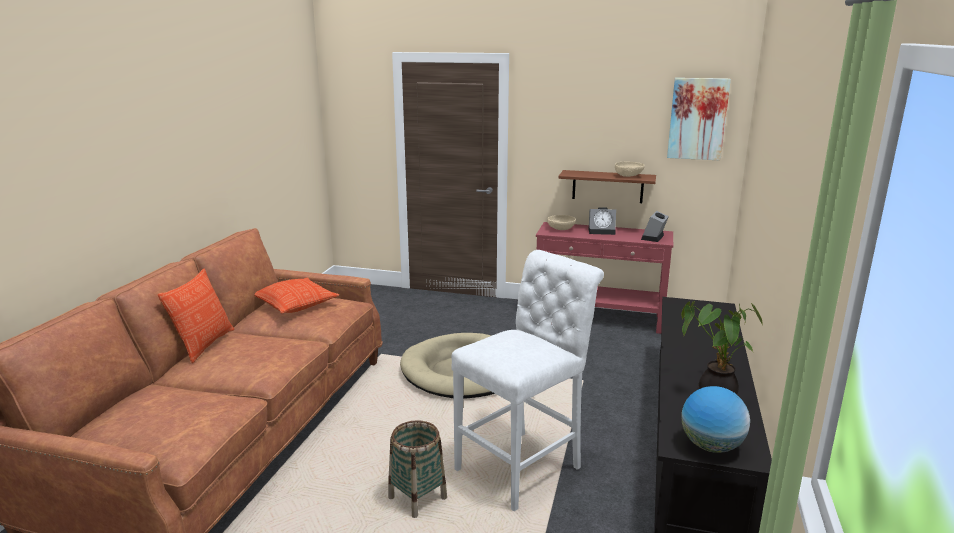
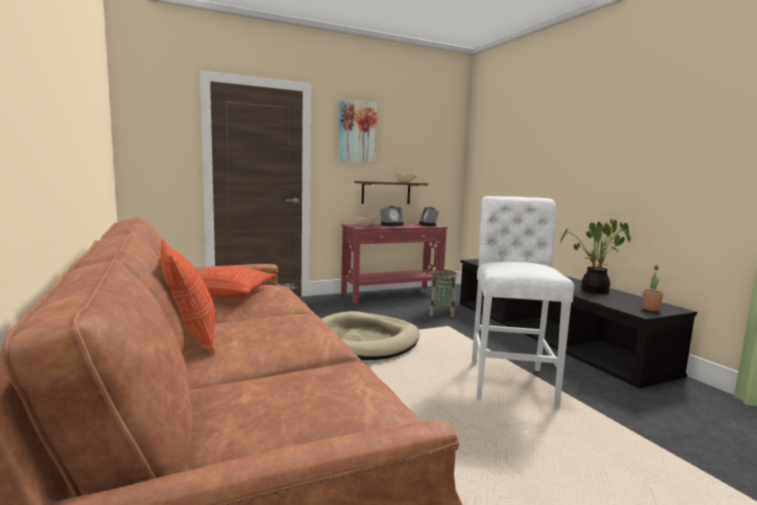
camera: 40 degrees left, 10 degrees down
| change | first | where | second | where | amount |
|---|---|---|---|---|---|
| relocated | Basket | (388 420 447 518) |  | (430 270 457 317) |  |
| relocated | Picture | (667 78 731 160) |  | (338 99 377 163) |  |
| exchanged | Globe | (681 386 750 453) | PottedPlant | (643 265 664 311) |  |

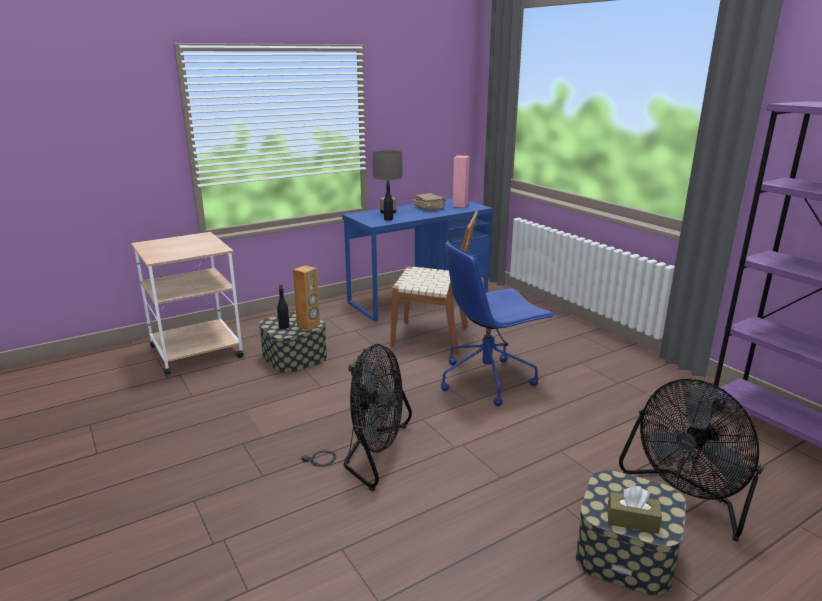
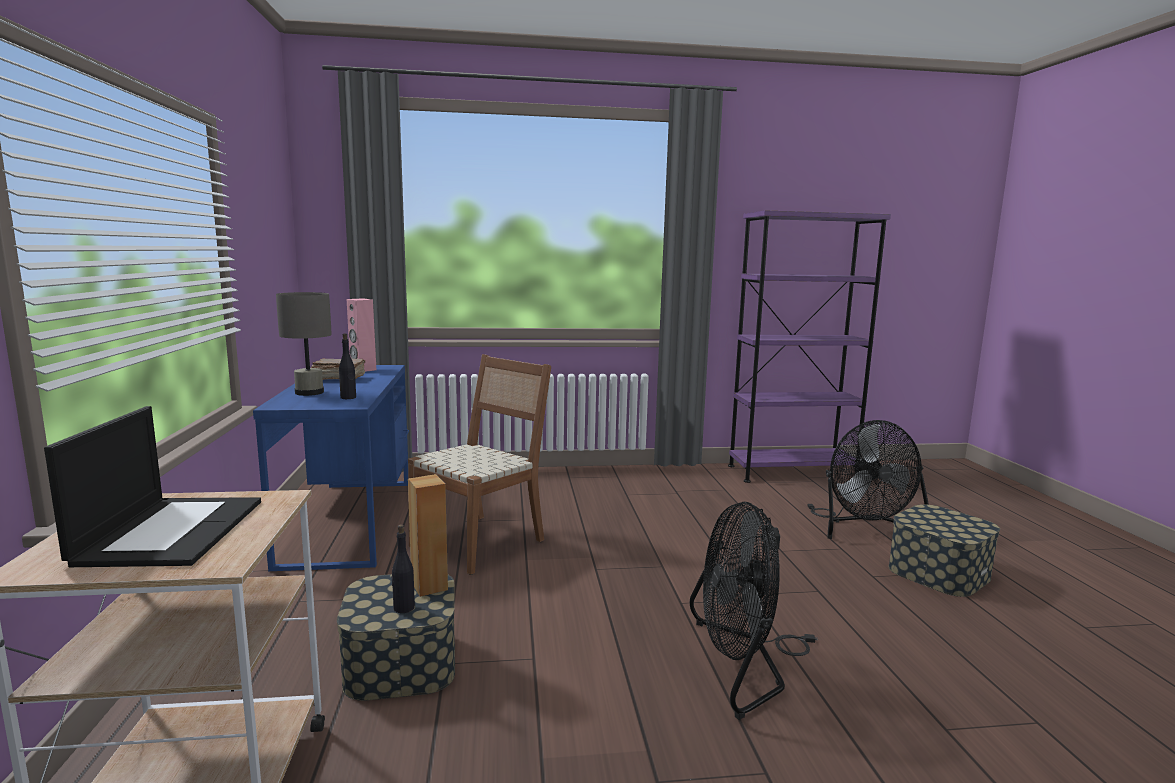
camera: 65 degrees left, 10 degrees down
| change | first | where | second | where | amount |
|---|---|---|---|---|---|
| missing | BlueOfficeChair | (441 240 555 406) |  |  |  |
| missing | BrownTissueBox | (608 486 662 534) |  |  |  |
| appeared |  |  | Laptop | (44 406 261 567) |  |
| spun | BlackFan | (301 344 412 491) |  | (690 502 818 720) | 135 degrees counterclockwise |

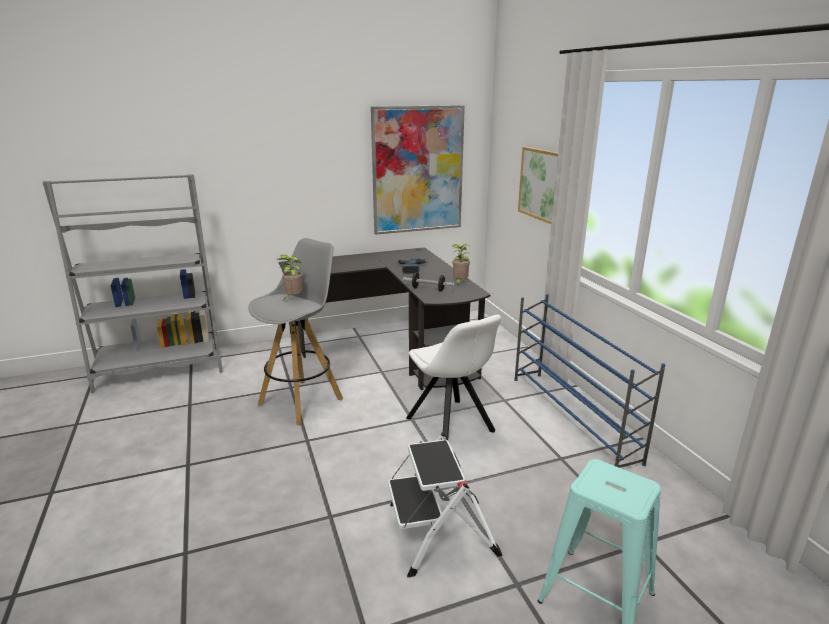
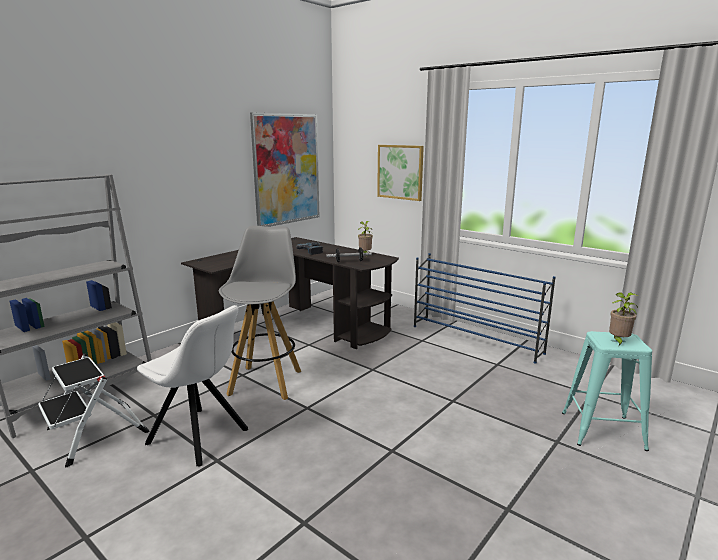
camera: 30 degrees left, 5 degrees down
| change | first | where | second | where | amount |
|---|---|---|---|---|---|
| relocated | PottedPlant | (277 255 303 300) |  | (609 292 638 346) |  |
| relocated | StepLadder | (388 433 502 578) |  | (38 353 150 468) |  |
| relocated | WhiteChair | (406 315 501 440) |  | (137 305 248 467) |  |

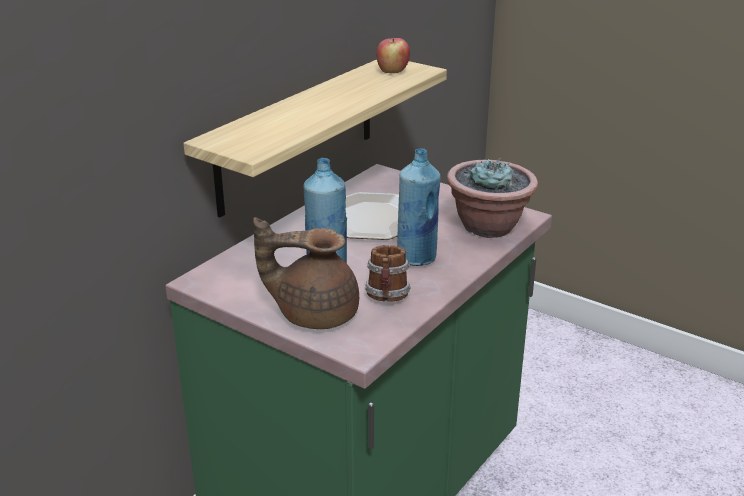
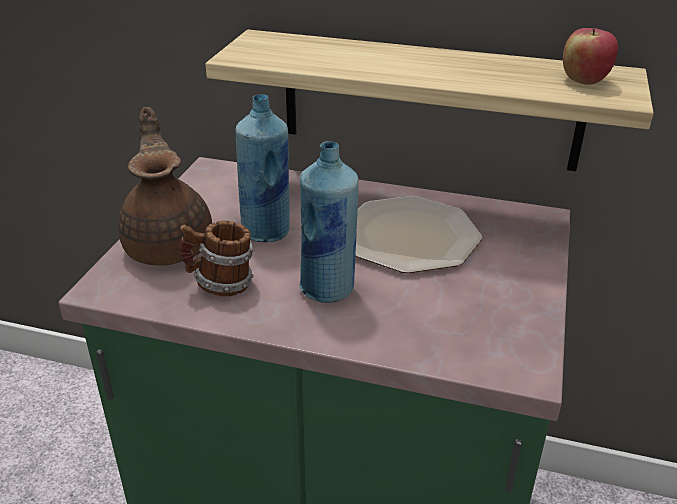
camera: 70 degrees right, 5 degrees up
| change | first | where | second | where | amount |
|---|---|---|---|---|---|
| missing | PottedPlant | (447 158 538 238) |  |  |  |

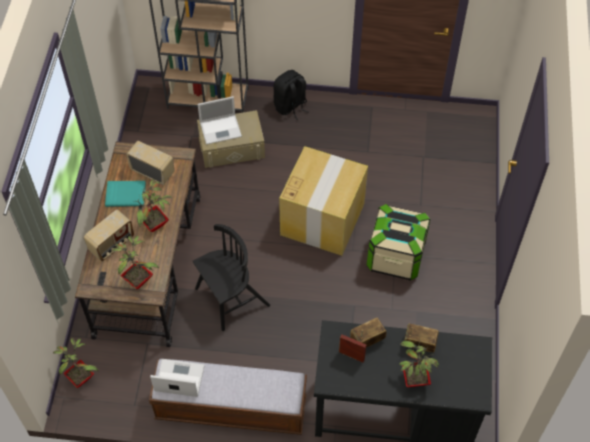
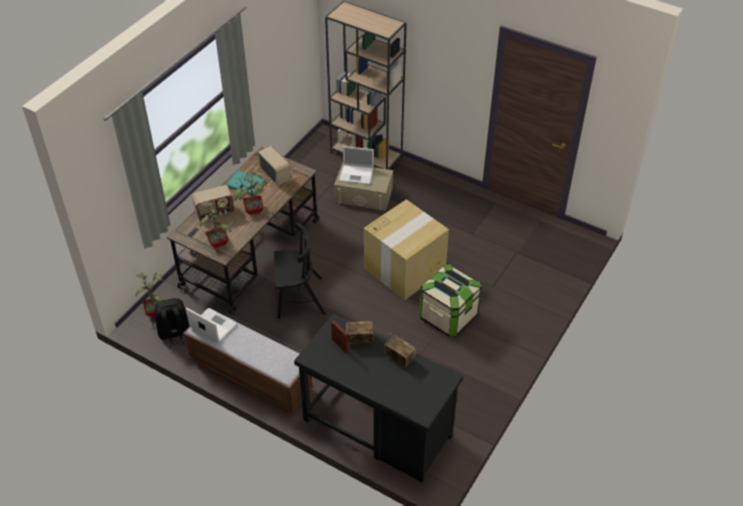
camera: 25 degrees right, 10 degrees down
| change | first | where | second | where | amount |
|---|---|---|---|---|---|
| missing | PottedPlant | (399 340 439 387) |  |  |  |
| relocated | BlackBackpack | (274 70 309 120) |  | (155 298 189 348) |  |

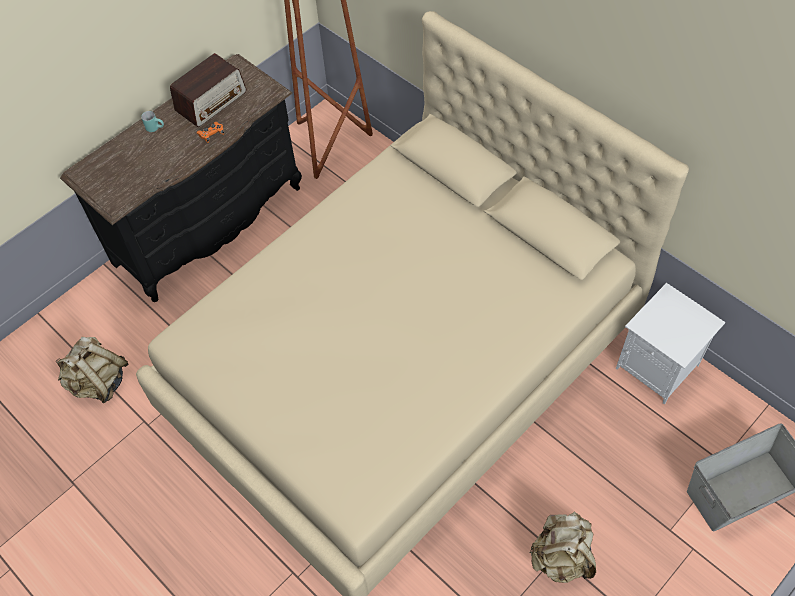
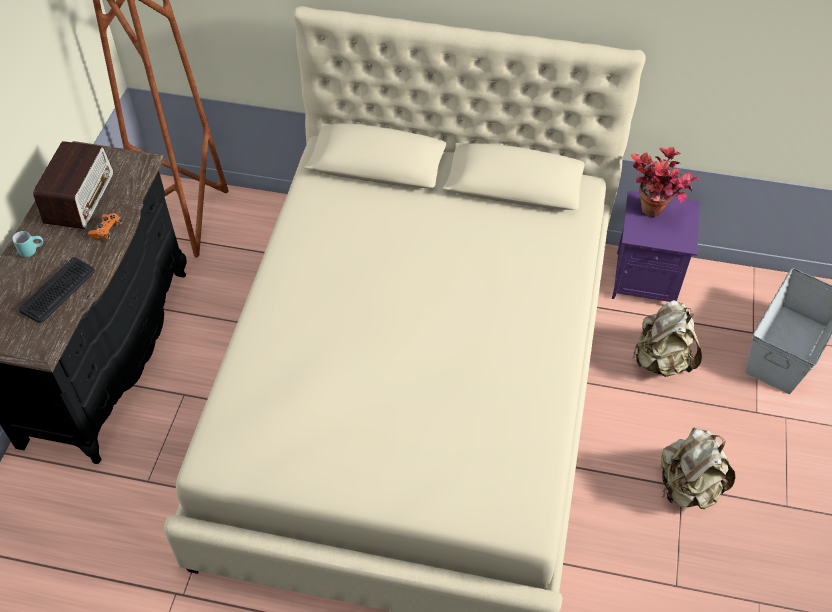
camera: 35 degrees left, 5 degrees down
| change | first | where | second | where | amount |
|---|---|---|---|---|---|
| appeared |  |  | Keyboard | (19 257 95 323) |  |
| appeared |  |  | PottedPlant | (631 147 699 217) |  |
| relocated | BeigeBackpack | (56 337 129 403) |  | (633 300 702 377) |  |
| colour | WhiteNightstand | (616 283 726 404) | PurpleNightstand | (612 191 700 302) |  |

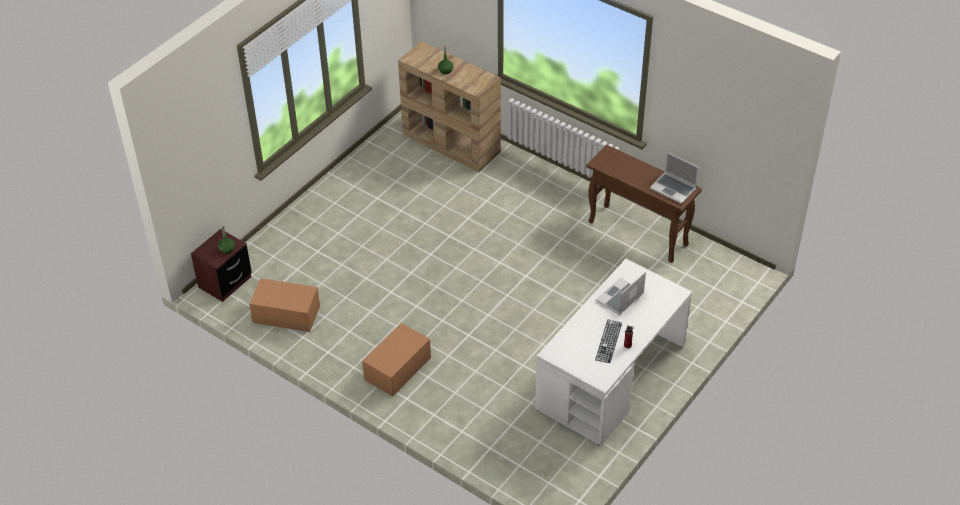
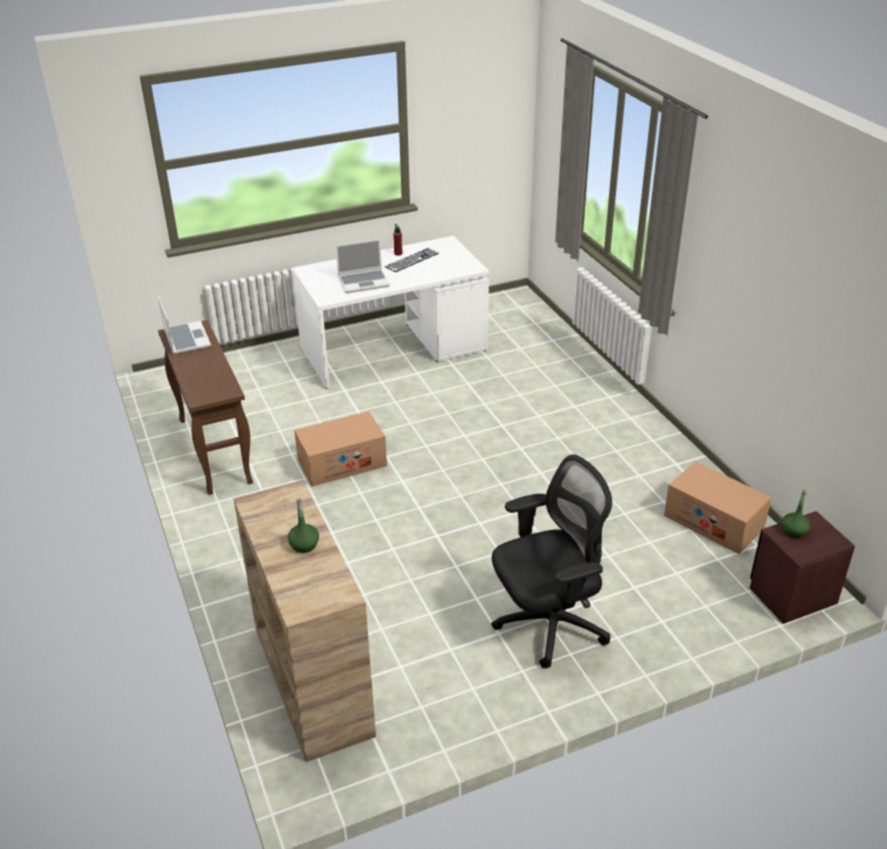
camera: 150 degrees left, 10 degrees down
| change | first | where | second | where | amount |
|---|---|---|---|---|---|
| appeared |  |  | BlackOfficeChair | (491 455 612 668) |  |
| relocated | CardboardBox | (362 323 431 397) |  | (294 411 387 487) |  |

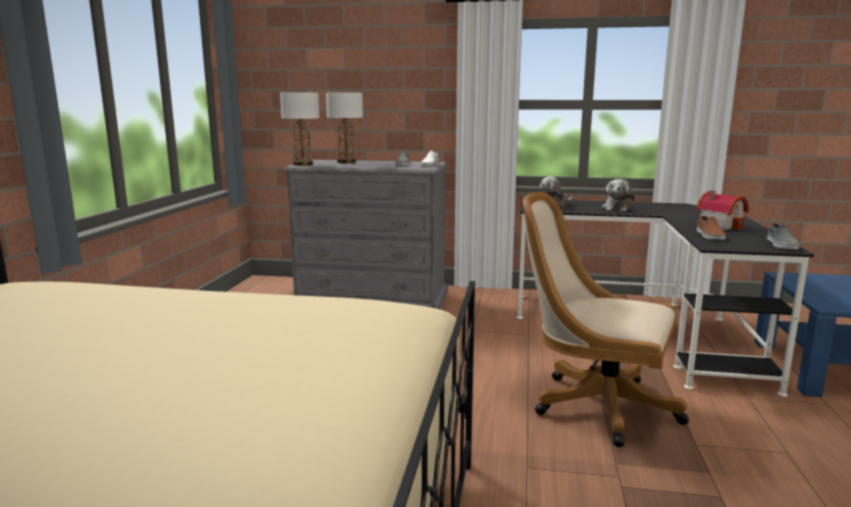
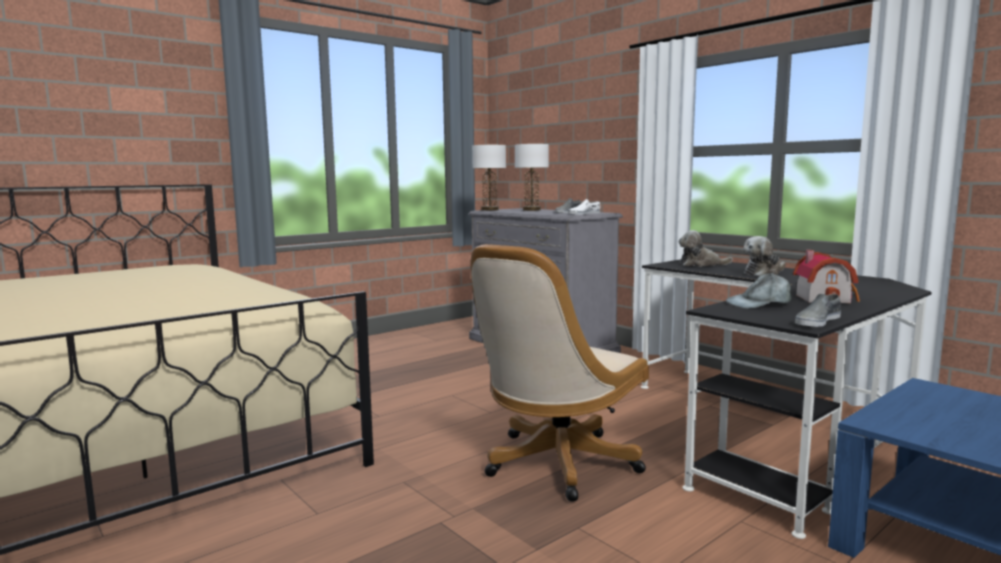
camera: 40 degrees right, 5 degrees down
| change | first | where | second | where | amount |
|---|---|---|---|---|---|
| exchanged | BrownShoe | (697 216 726 240) | GreyCap | (726 273 792 309) |  |
| spun | OfficeChair | (523 192 689 447) |  | (471 244 649 502) | 120 degrees counterclockwise |

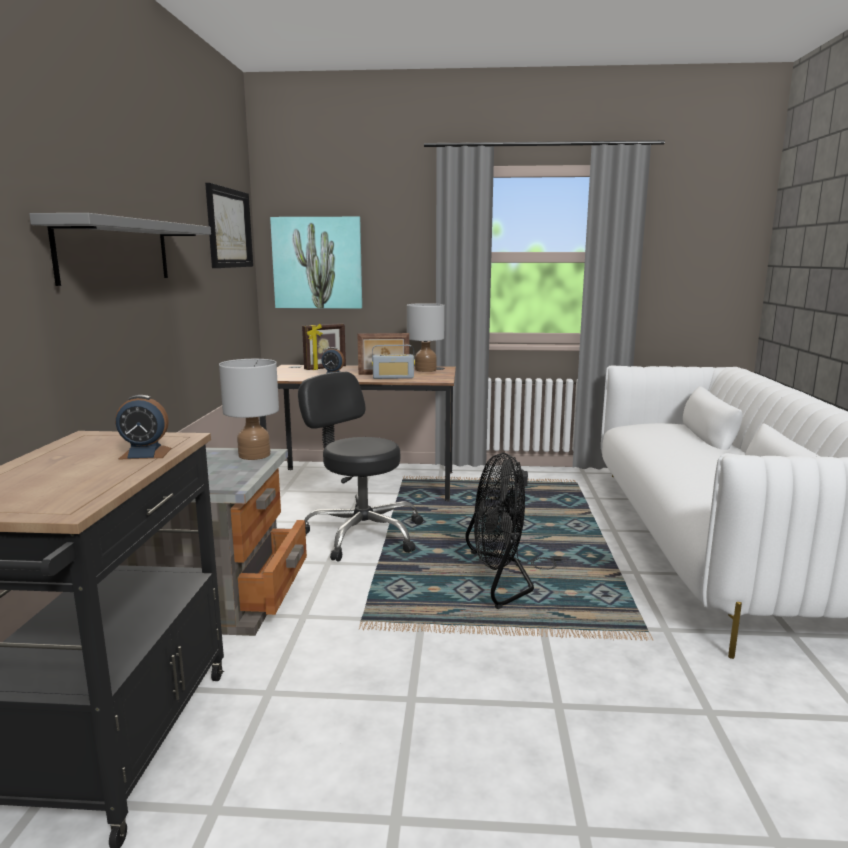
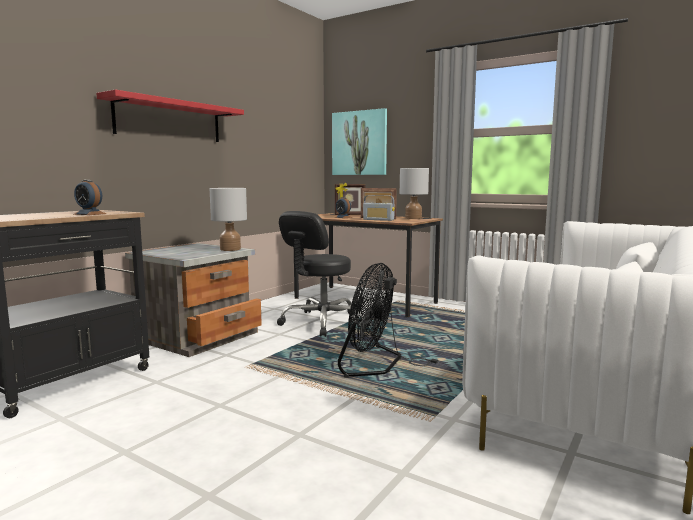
camera: 30 degrees right, 5 degrees down
| change | first | where | second | where | amount |
|---|---|---|---|---|---|
| missing | Picture | (205 183 253 268) |  |  |  |
| colour | GreyShelf | (29 213 211 286) | RedShelf | (96 90 244 142) |  |
| spun | BlackOfficeChair | (298 372 423 561) |  | (277 211 370 337) | 120 degrees counterclockwise |

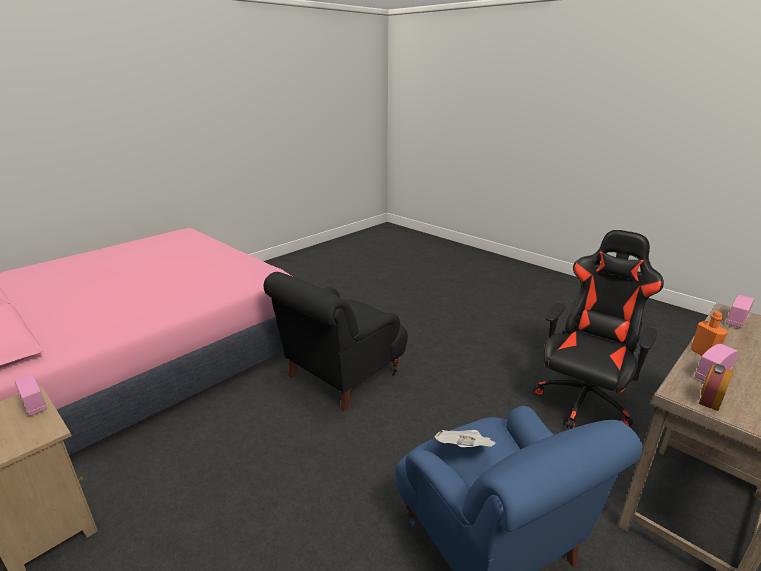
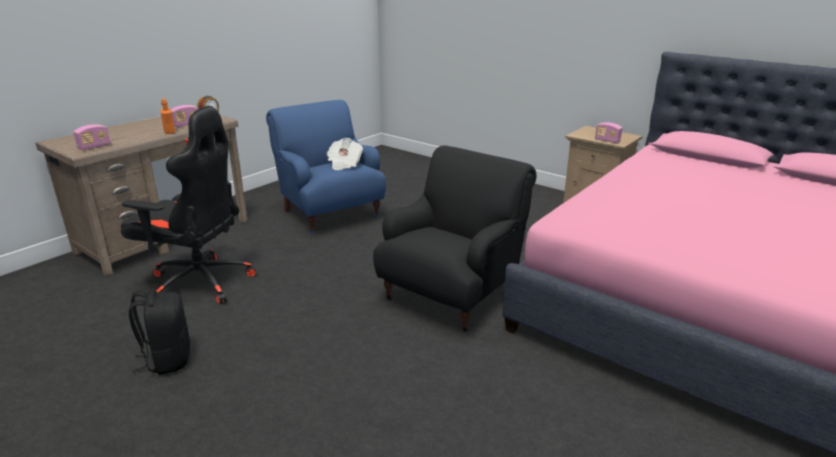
camera: 175 degrees right, 0 degrees up
| change | first | where | second | where | amount |
|---|---|---|---|---|---|
| appeared |  |  | BlackBackpack | (129 290 190 375) |  |
| spun | BlackOfficeChair | (534 230 664 429) |  | (121 106 256 304) | 105 degrees counterclockwise |

